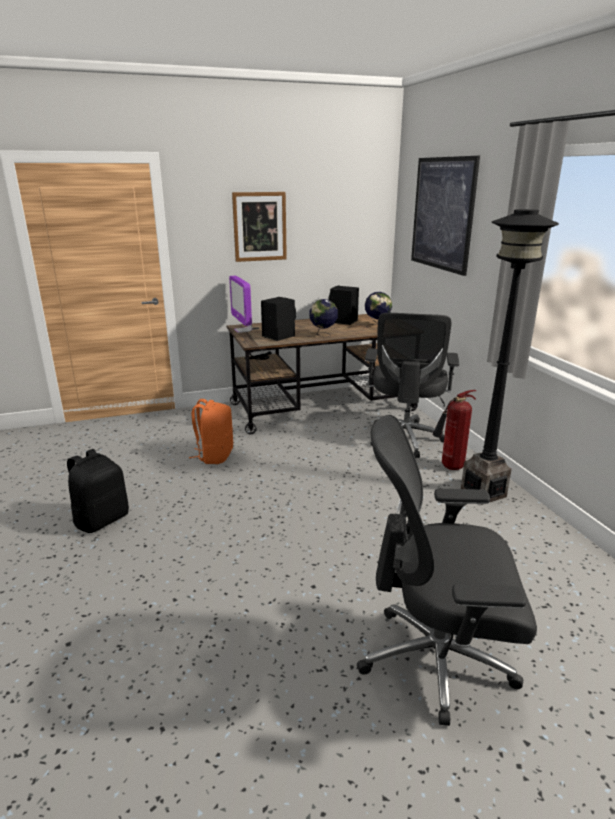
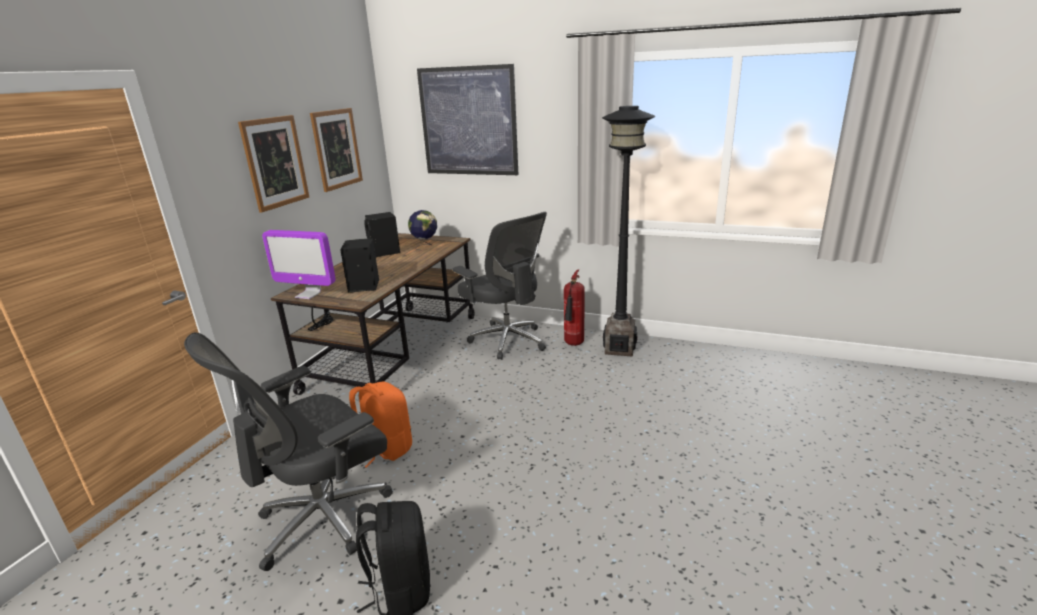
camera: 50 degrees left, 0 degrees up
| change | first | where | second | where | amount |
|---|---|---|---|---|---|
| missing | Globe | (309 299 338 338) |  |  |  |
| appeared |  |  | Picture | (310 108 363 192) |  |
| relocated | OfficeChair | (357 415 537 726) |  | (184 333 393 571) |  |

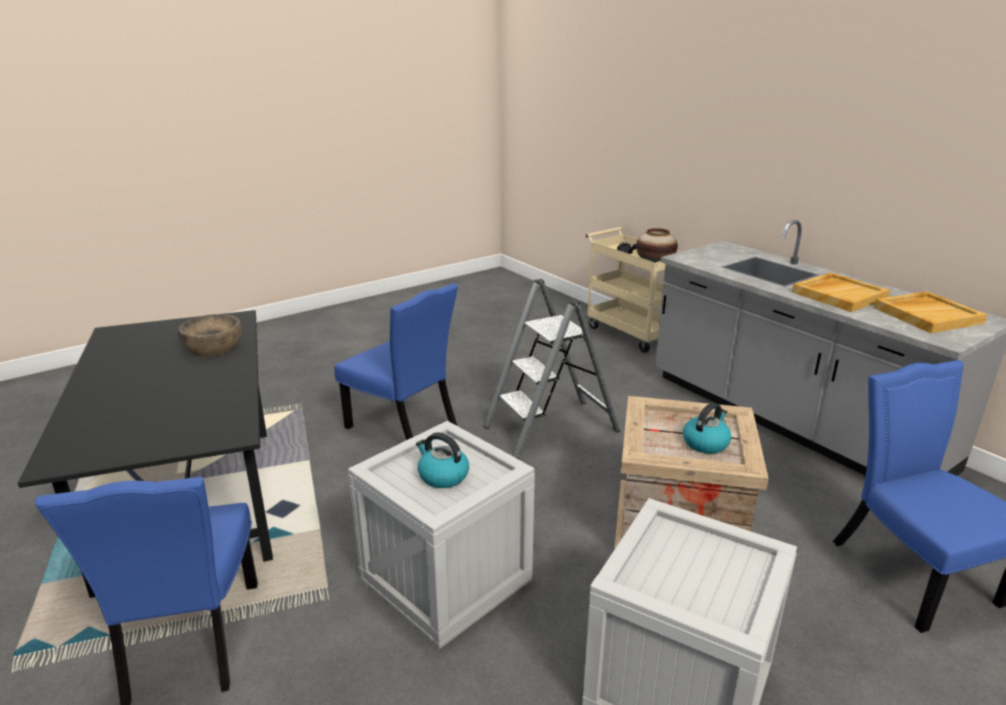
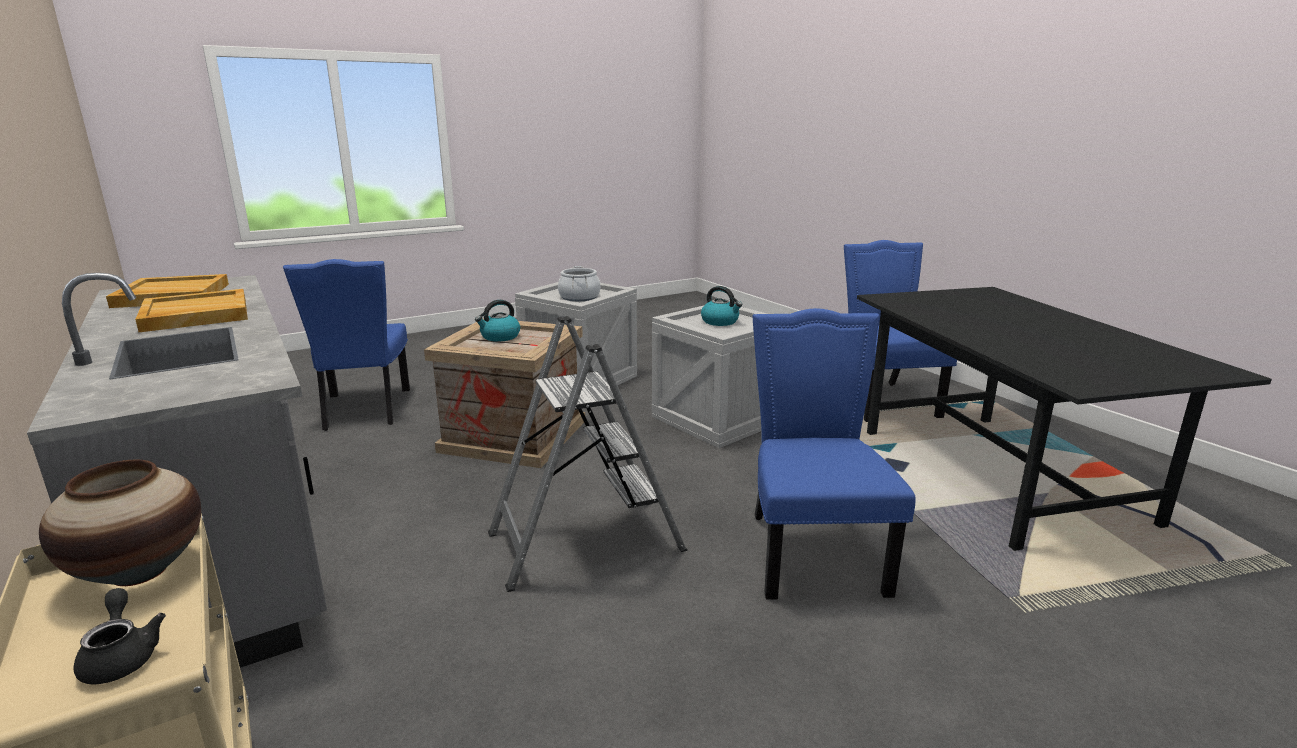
camera: 175 degrees left, 5 degrees down
| change | first | where | second | where | amount |
|---|---|---|---|---|---|
| missing | BrownBowl | (178 314 241 357) |  |  |  |
| appeared |  |  | CookingPot | (558 266 601 301) |  |
| spun | BlueChair | (334 283 458 440) |  | (753 308 916 600) | 45 degrees clockwise |

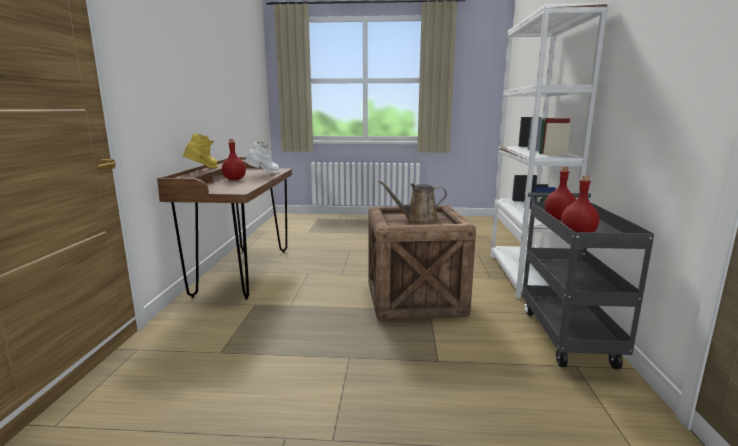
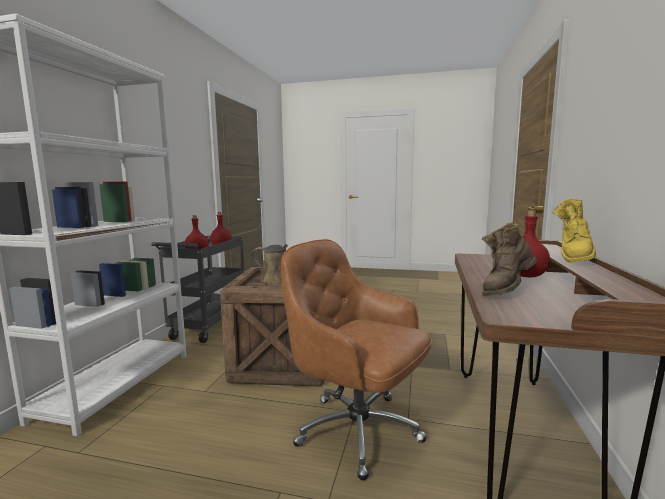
camera: 170 degrees left, 5 degrees down
| change | first | where | second | where | amount |
|---|---|---|---|---|---|
| appeared |  |  | BrownOfficeChair | (281 239 432 480) |  |
| colour | WhiteBoot | (244 142 280 174) | BrownBoot | (482 222 537 296) |  |

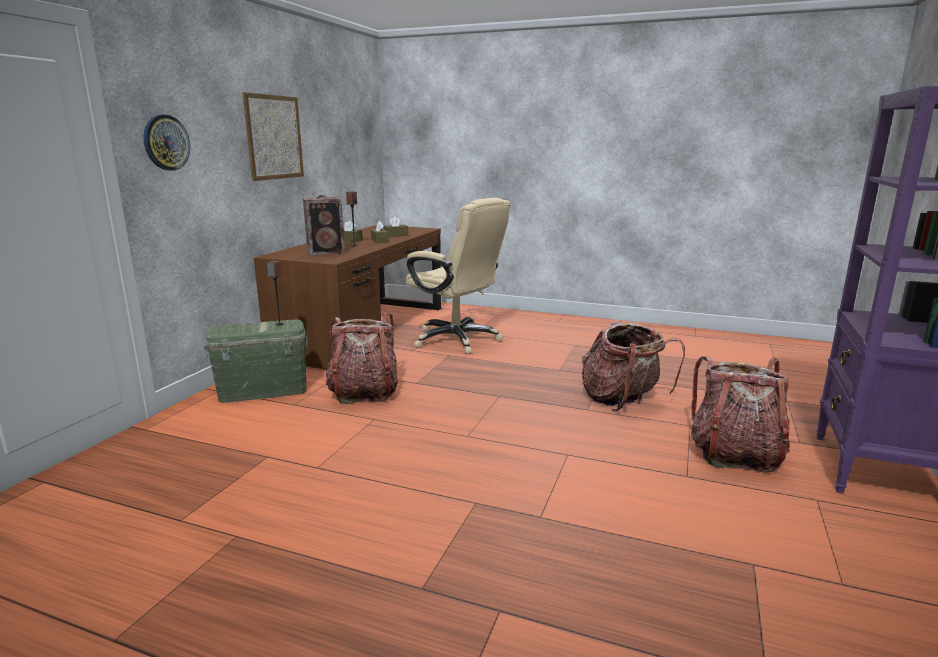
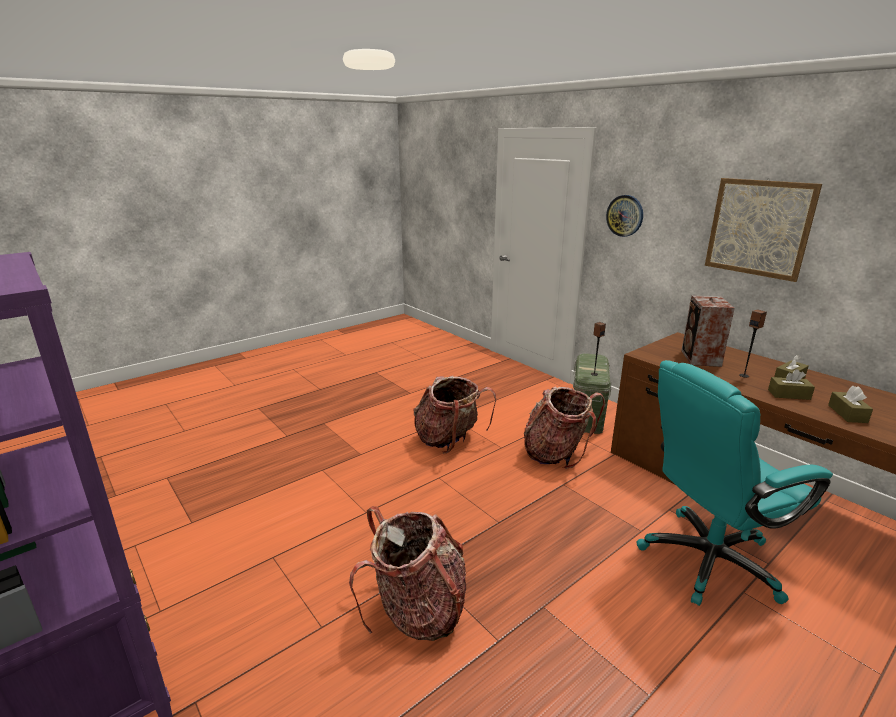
camera: 120 degrees right, 5 degrees up
| change | first | where | second | where | amount |
|---|---|---|---|---|---|
| relocated | Backpack | (691 356 790 473) |  | (414 375 496 453) |  |
| colour | BeigeOfficeChair | (406 198 510 354) | TurquoiseOfficeChair | (637 360 833 606) |  |

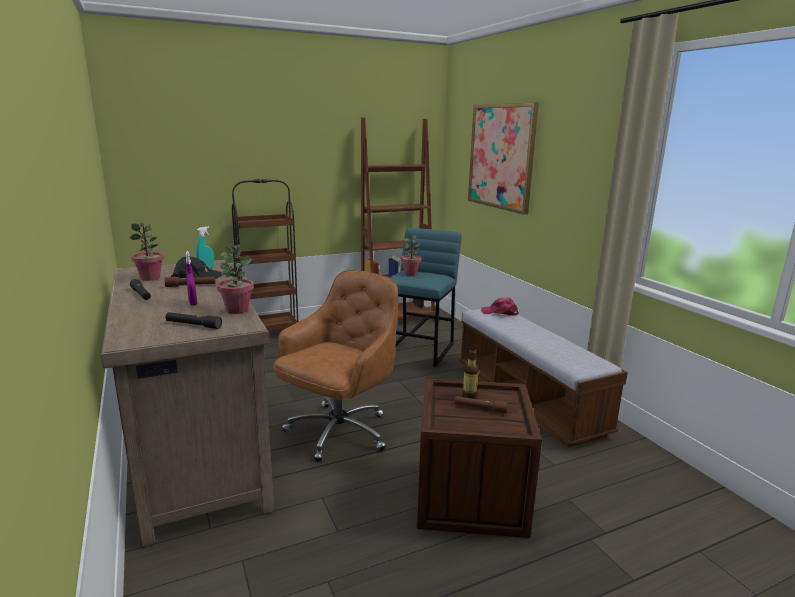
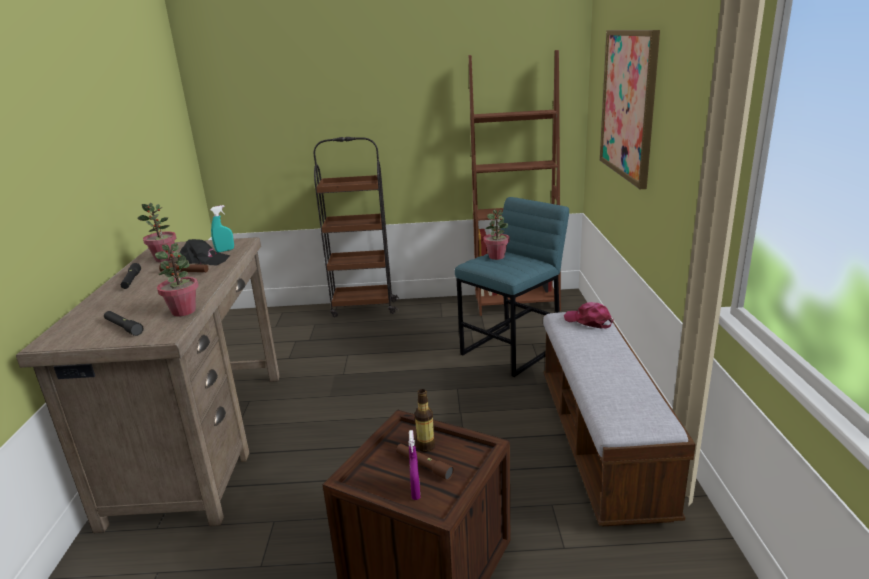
camera: 25 degrees right, 5 degrees up
| change | first | where | second | where | amount |
|---|---|---|---|---|---|
| missing | BrownOfficeChair | (273 270 398 462) |  |  |  |
| relocated | PurpleSprayBottle | (186 251 197 305) |  | (409 430 420 500) |  |

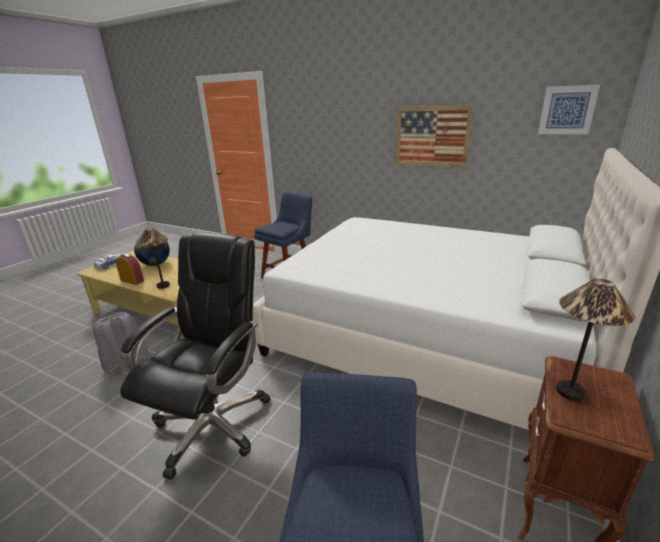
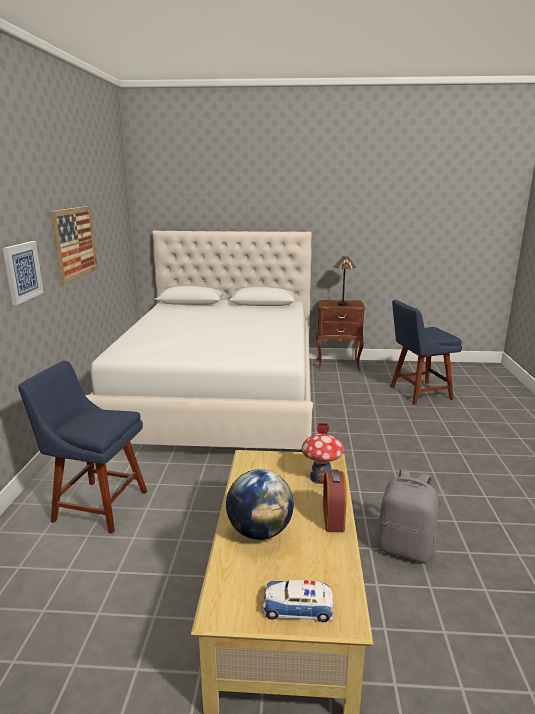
camera: 115 degrees left, 5 degrees down
| change | first | where | second | where | amount |
|---|---|---|---|---|---|
| missing | BlackOfficeChair | (120 232 270 480) |  |  |  |
| relocated | Picture | (538 84 600 135) |  | (3 241 44 305) |  |
| exchanged | TableLamp | (137 228 170 289) | ToyHouse | (302 422 344 484) |  |

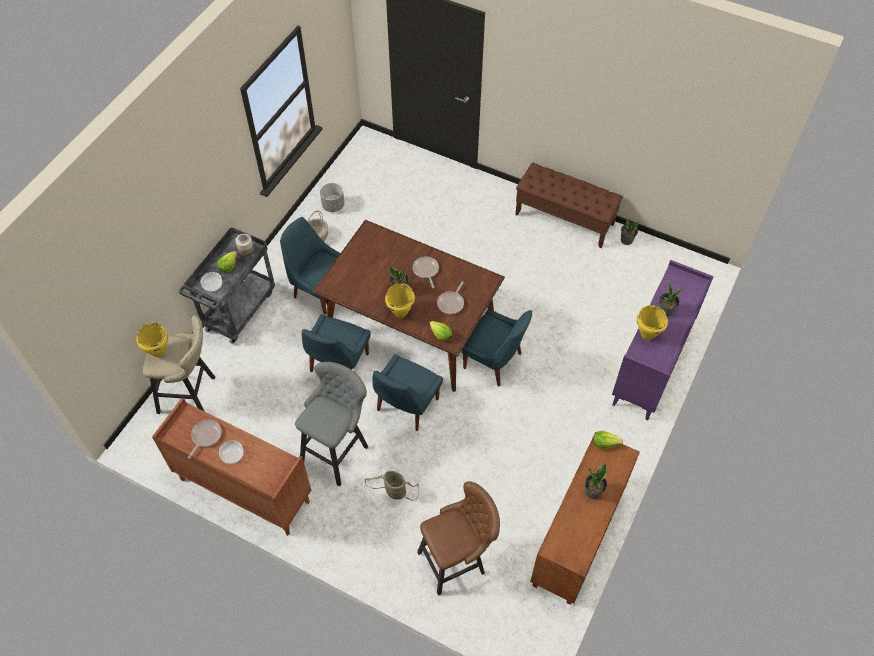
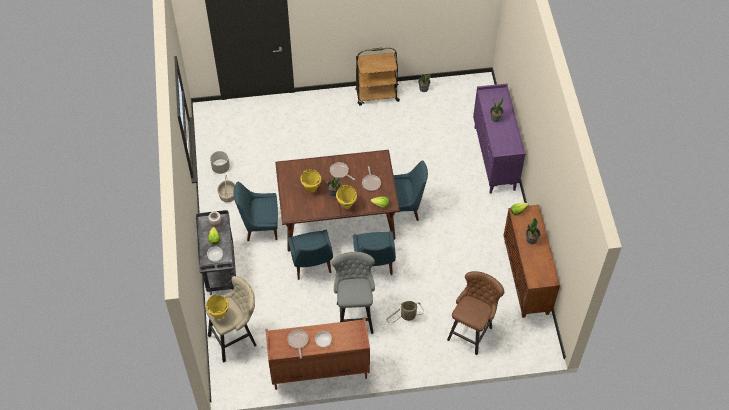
camera: 35 degrees left, 0 degrees up
| change | first | where | second | where | amount |
|---|---|---|---|---|---|
| relocated | YellowCookingPot | (637 305 668 340) |  | (300 169 322 193) |  |
| exchanged | BrownBench | (515 162 623 248) | BrownCart | (355 48 400 105) |  |

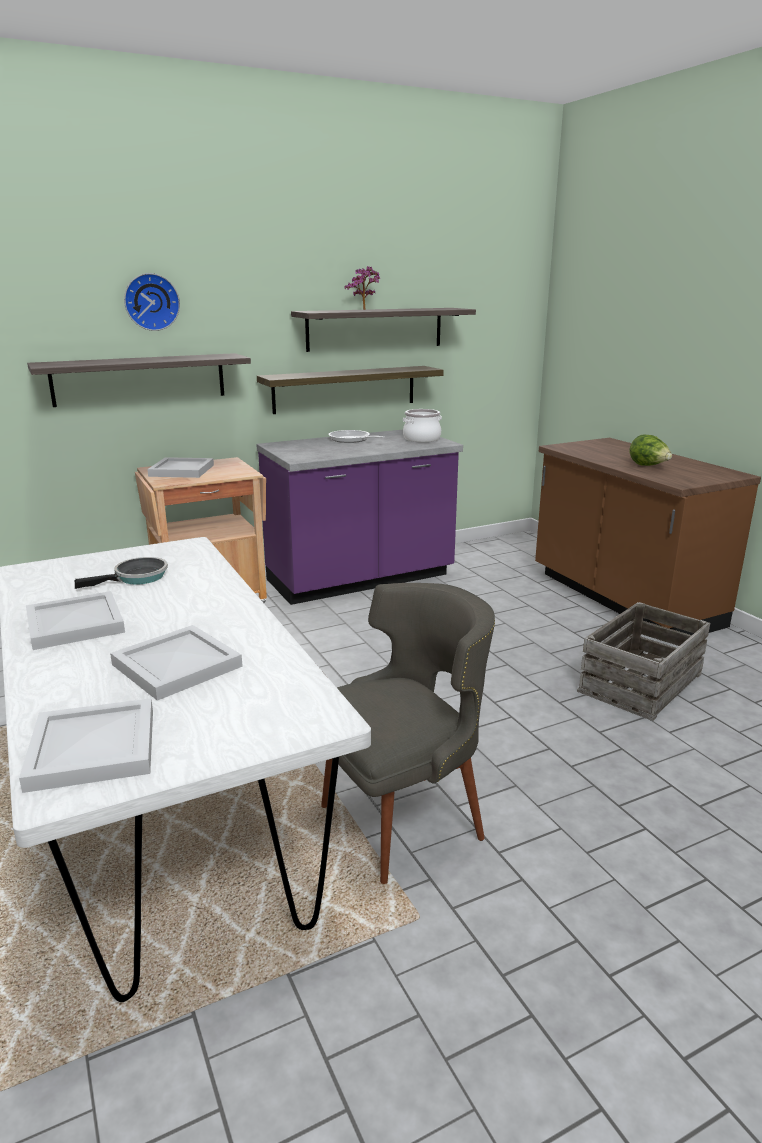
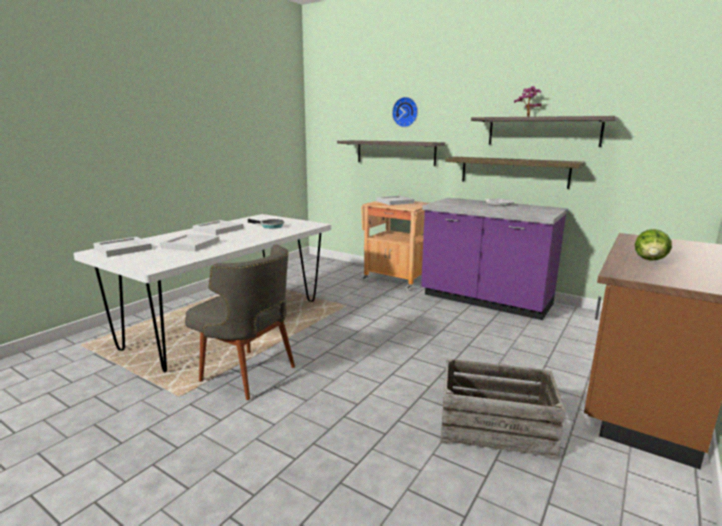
camera: 60 degrees right, 5 degrees down
| change | first | where | second | where | amount |
|---|---|---|---|---|---|
| missing | CookingPot | (403 409 442 442) |  |  |  |

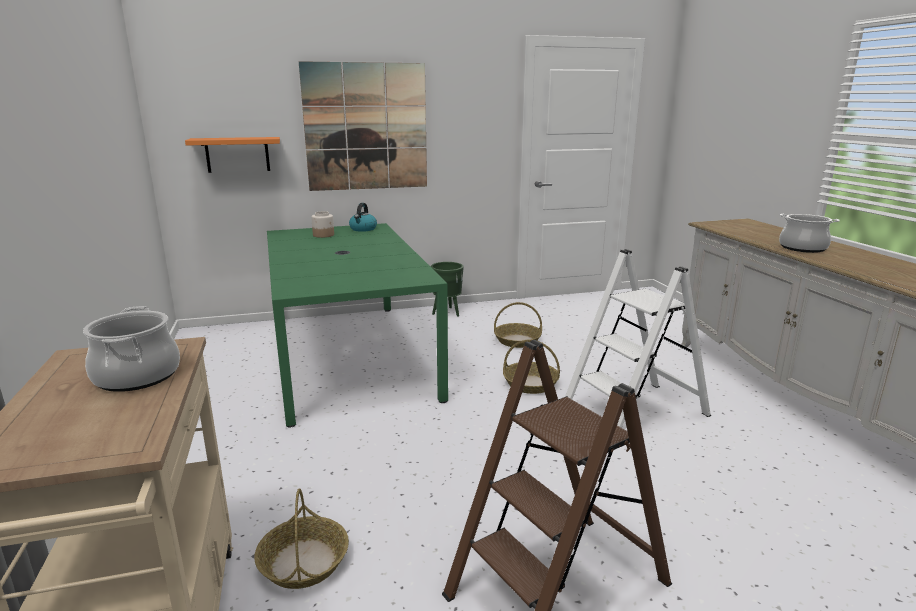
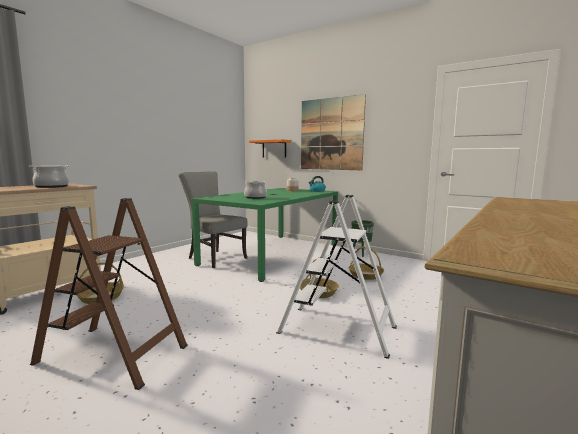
camera: 50 degrees right, 10 degrees down
| change | first | where | second | where | amount |
|---|---|---|---|---|---|
| appeared |  |  | GreyChair | (178 171 248 268) |  |
| relocated | CookingPot | (779 214 840 253) |  | (244 181 267 199) |  |

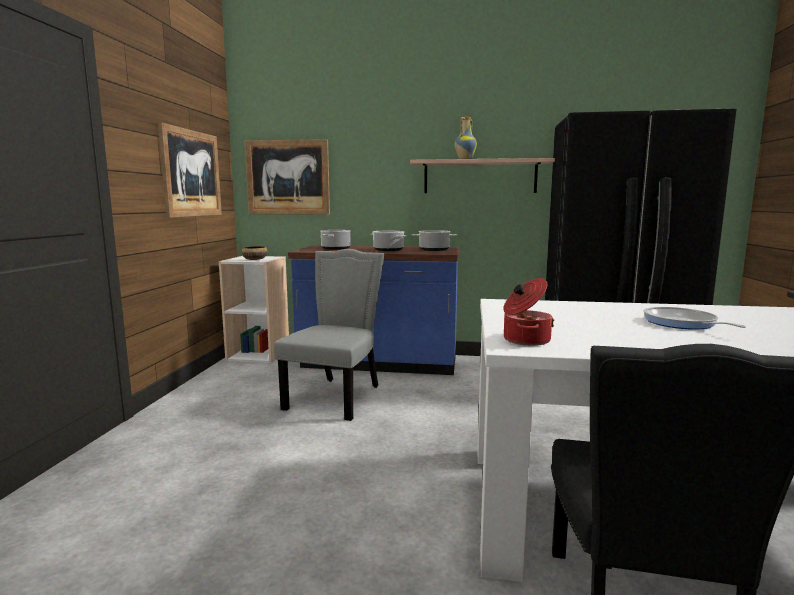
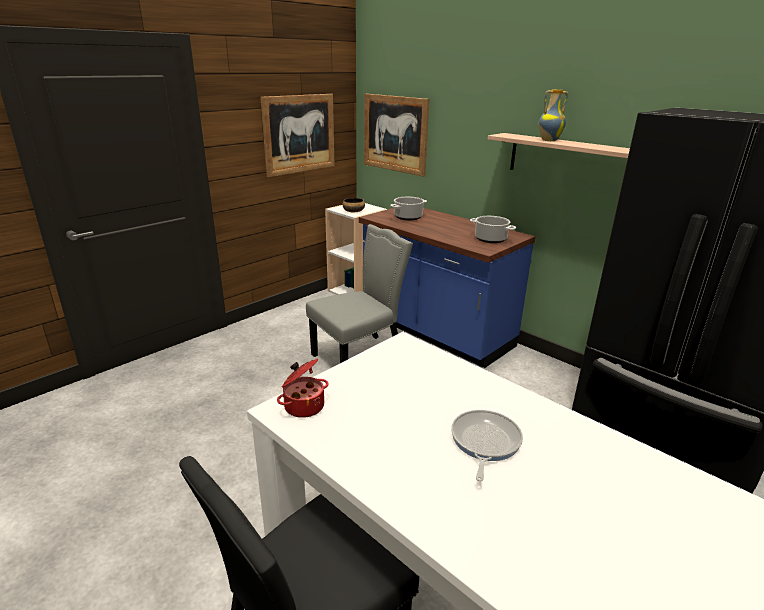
camera: 35 degrees right, 15 degrees up
| change | first | where | second | where | amount |
|---|---|---|---|---|---|
| missing | CookingPot | (371 231 407 251) |  |  |  |

